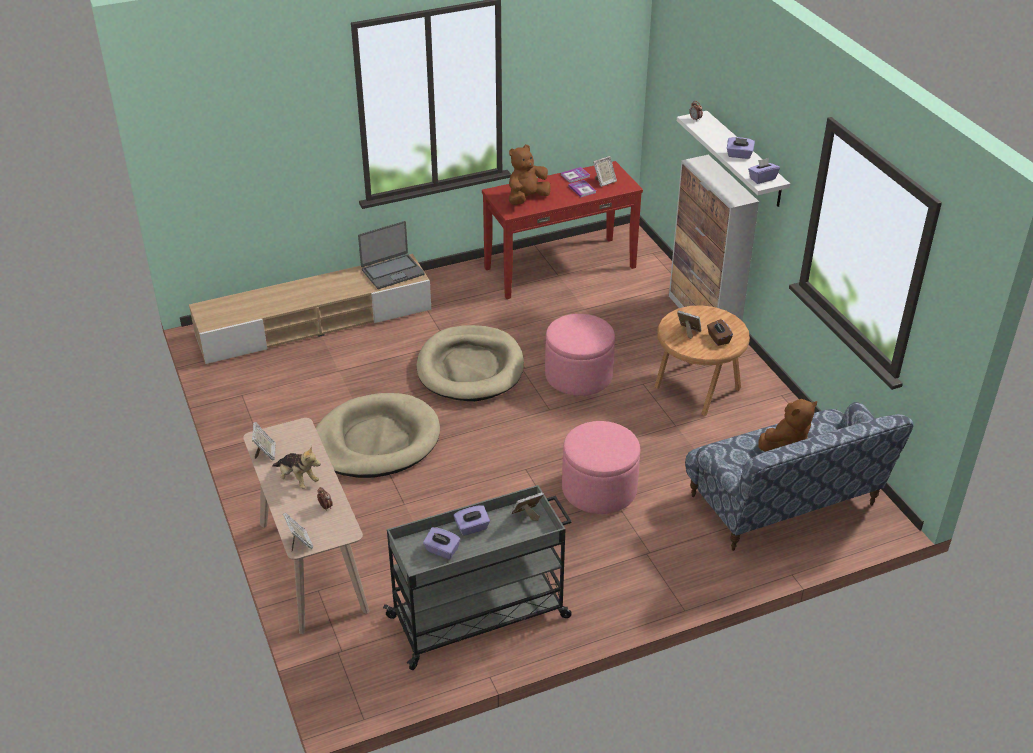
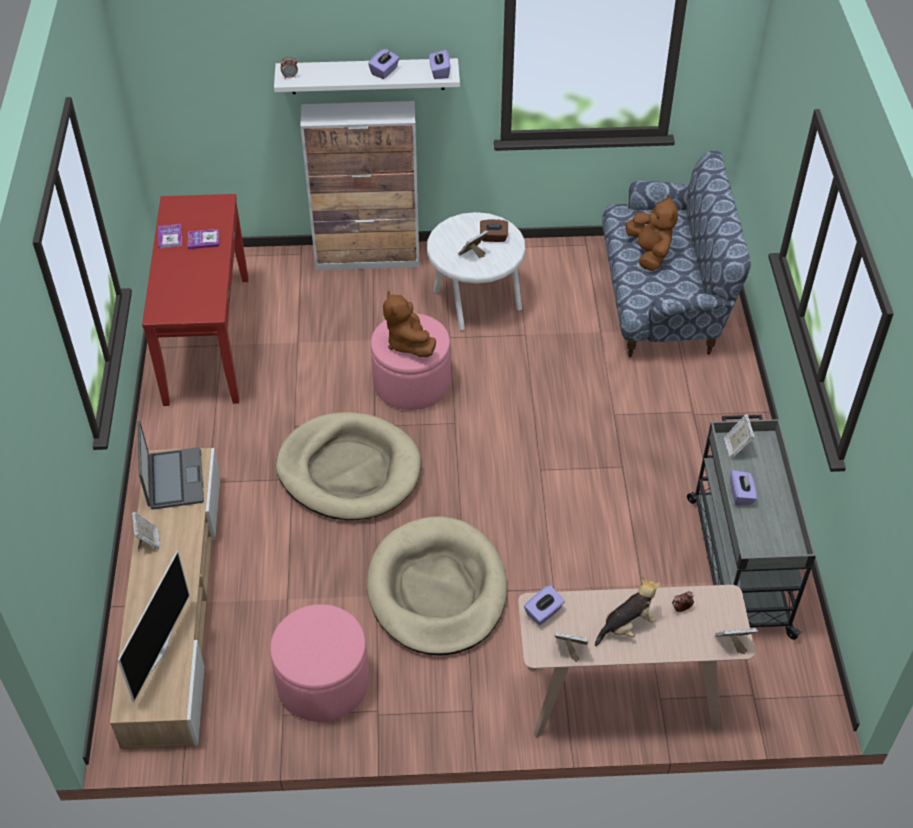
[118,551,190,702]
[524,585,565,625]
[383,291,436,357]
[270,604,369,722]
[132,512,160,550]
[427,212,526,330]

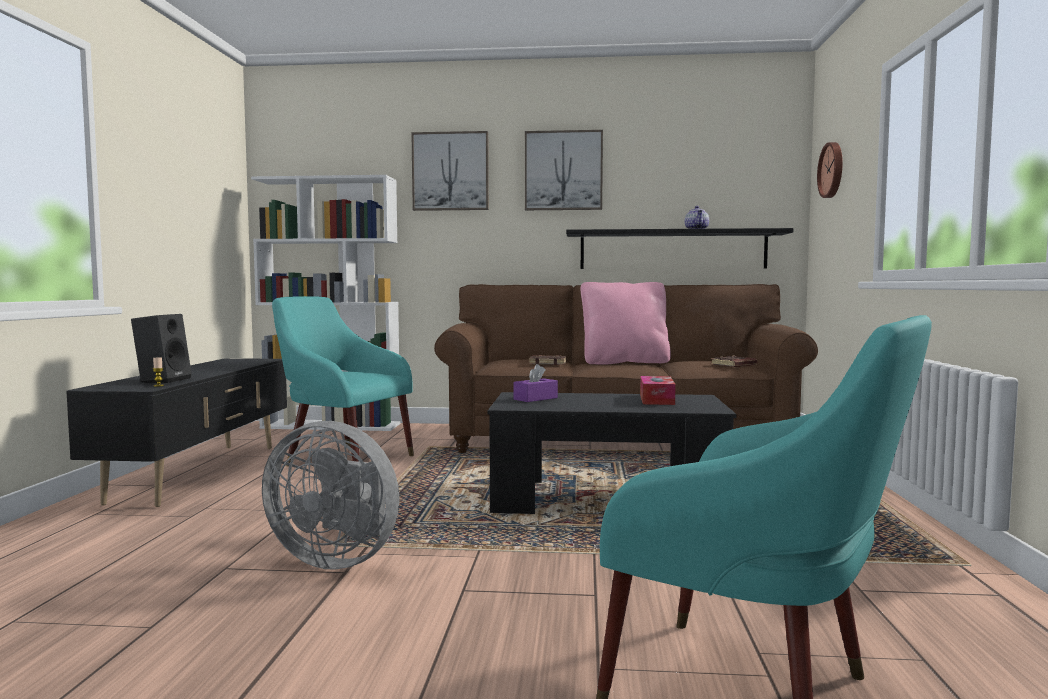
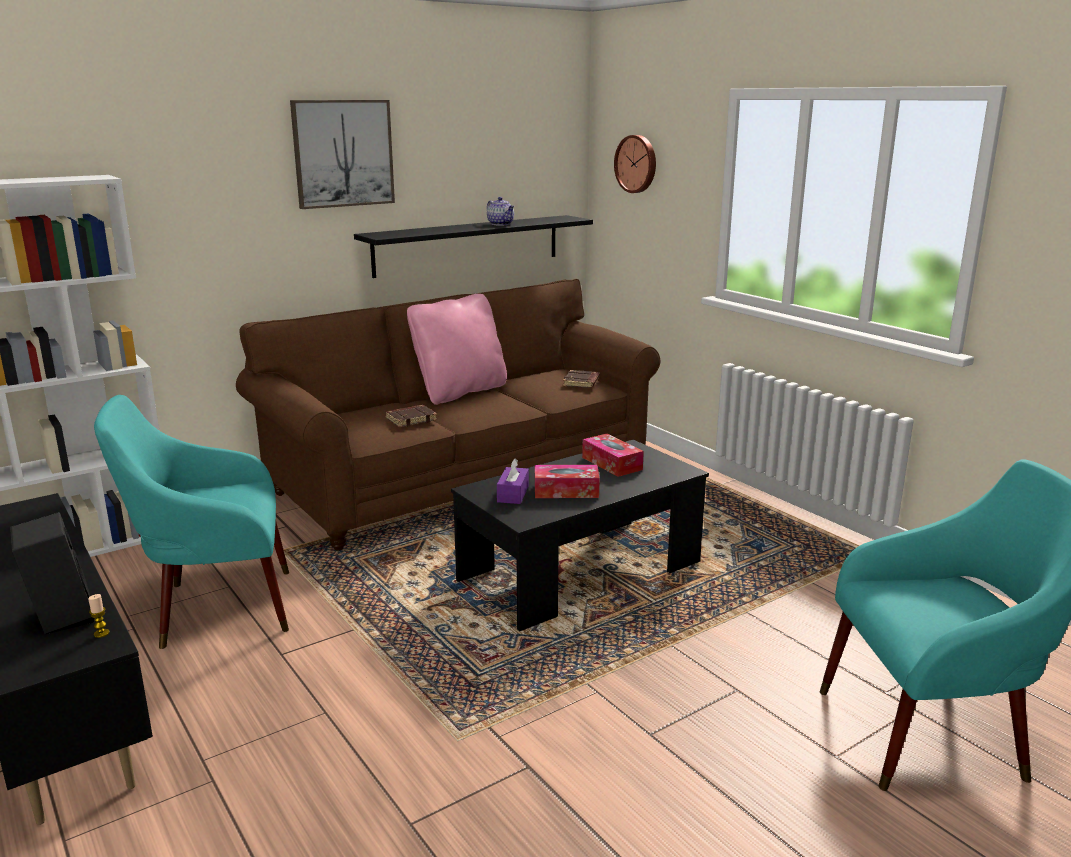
[262,421,399,570] (first image)
[411,131,489,211] (first image)
[535,465,600,498]

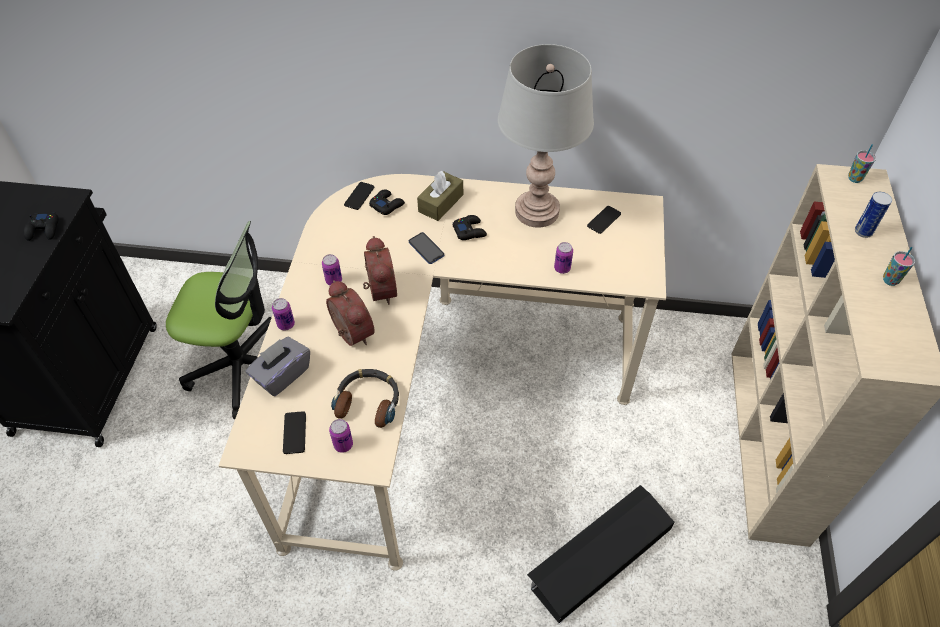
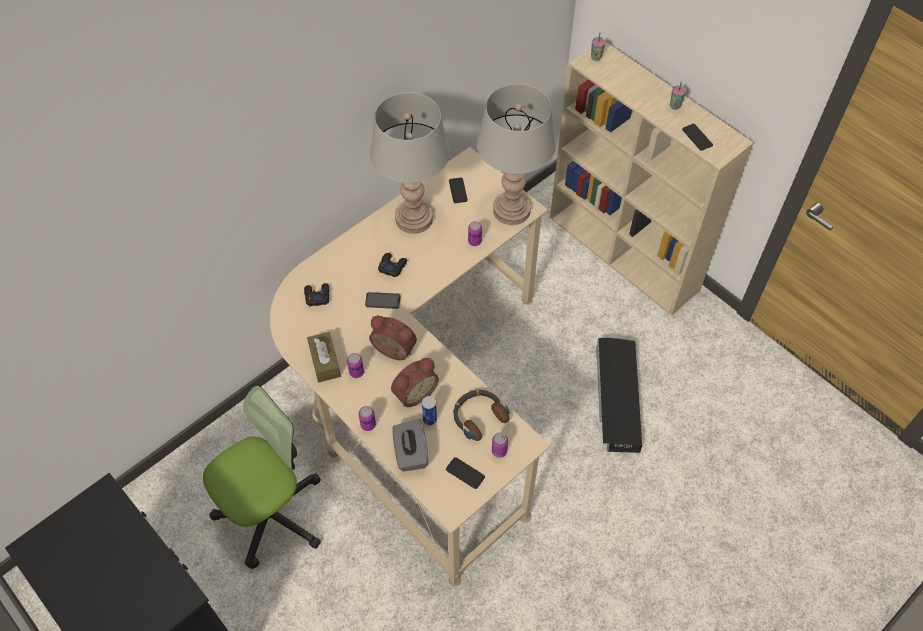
[24,212,59,241] (first image)
[477,84,556,225]
[682,124,713,151]
[307,332,341,383]
[422,396,437,425]
[391,358,439,407]

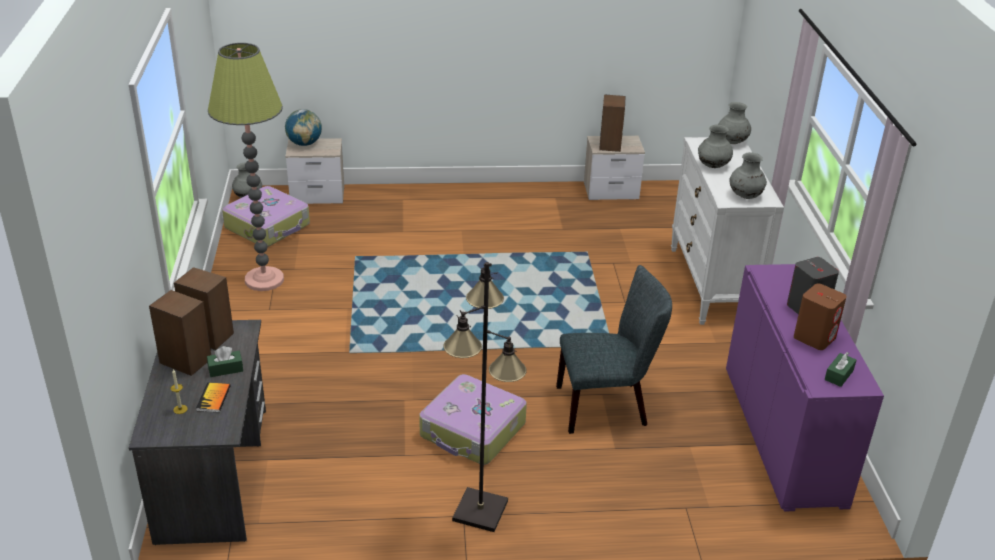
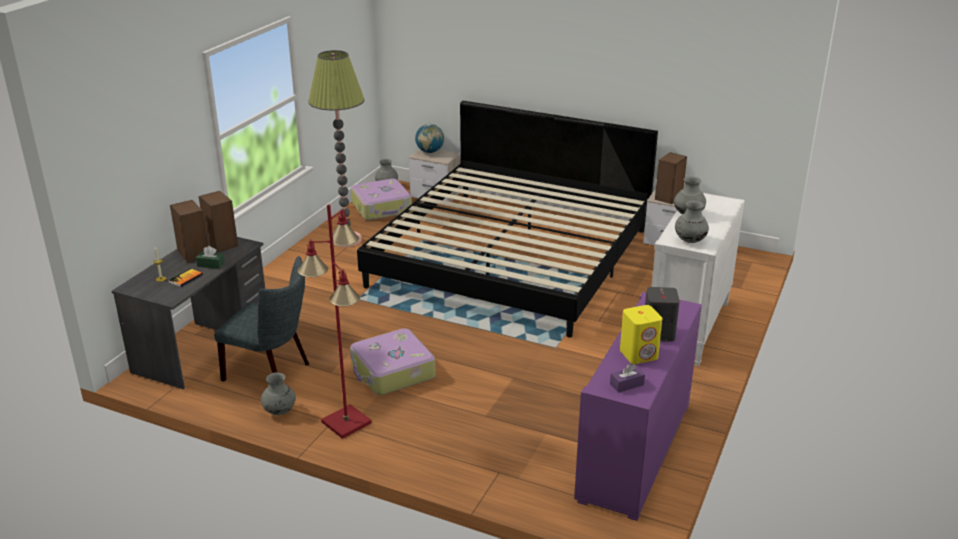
[357,101,658,338]
[214,256,309,382]
[261,373,296,415]
[298,204,372,439]
[620,305,662,364]
[610,364,645,393]

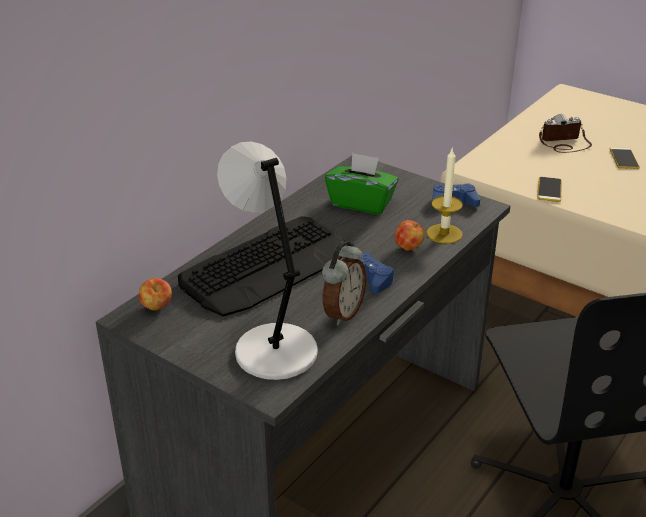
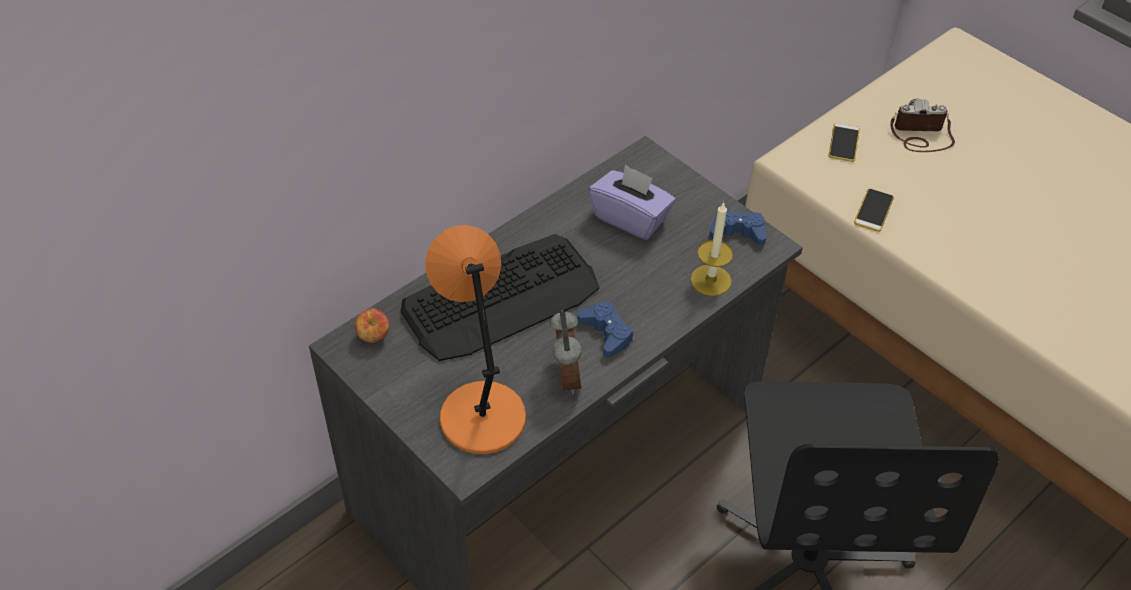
[395,220,425,250] (first image)
[829,123,860,162]
[425,225,526,454]
[589,164,675,240]
[550,310,582,394]

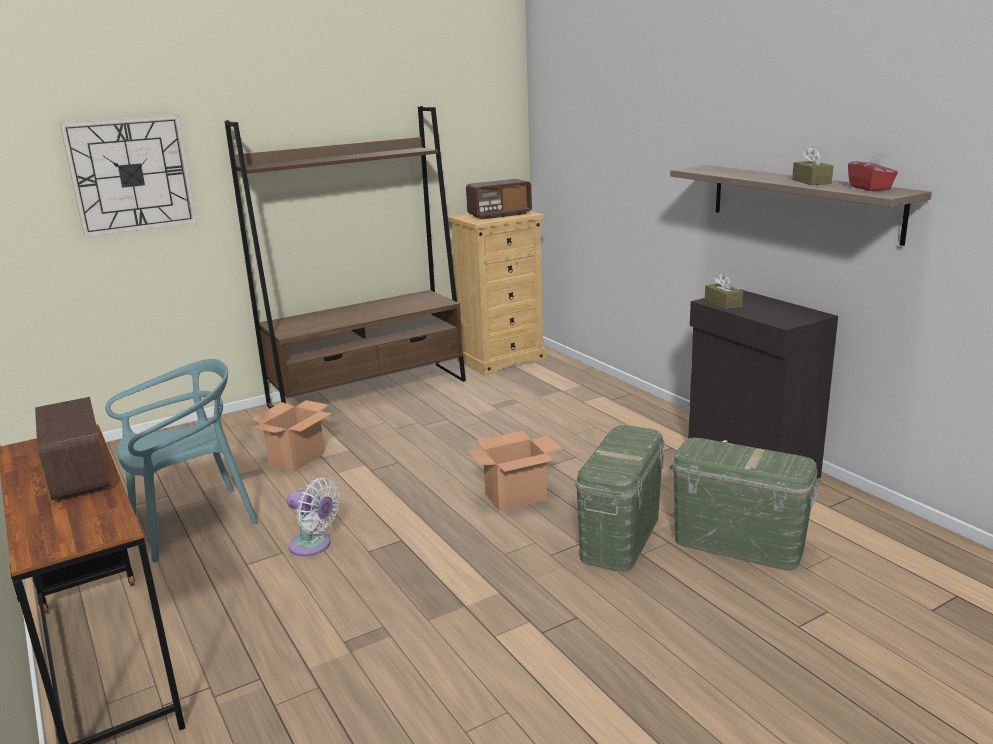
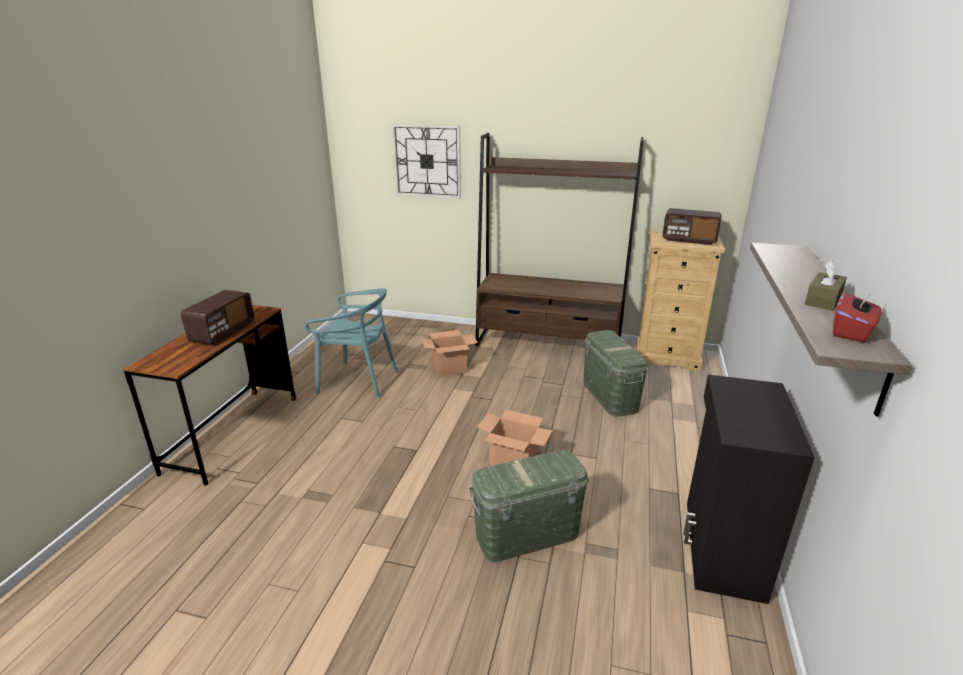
[287,478,340,556] (first image)
[705,273,743,310] (first image)
[583,330,648,417]

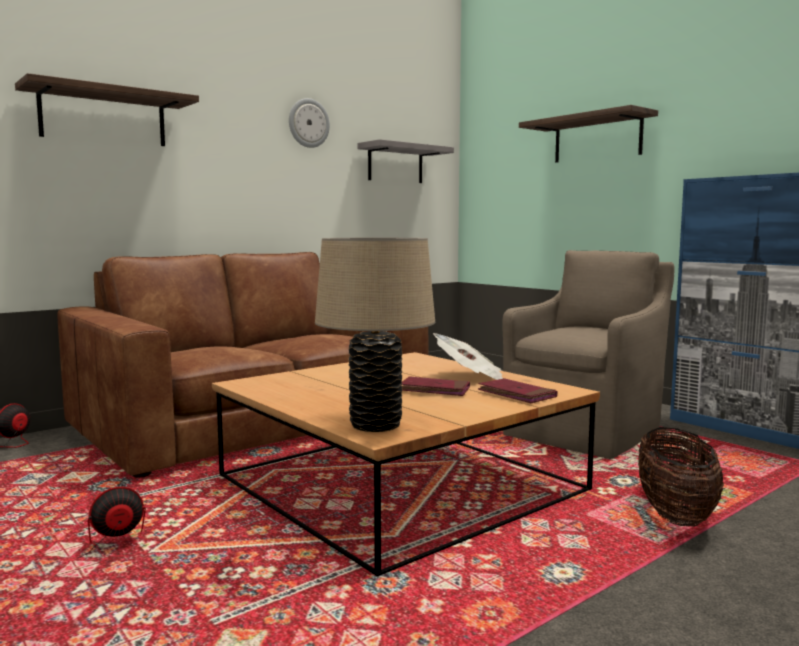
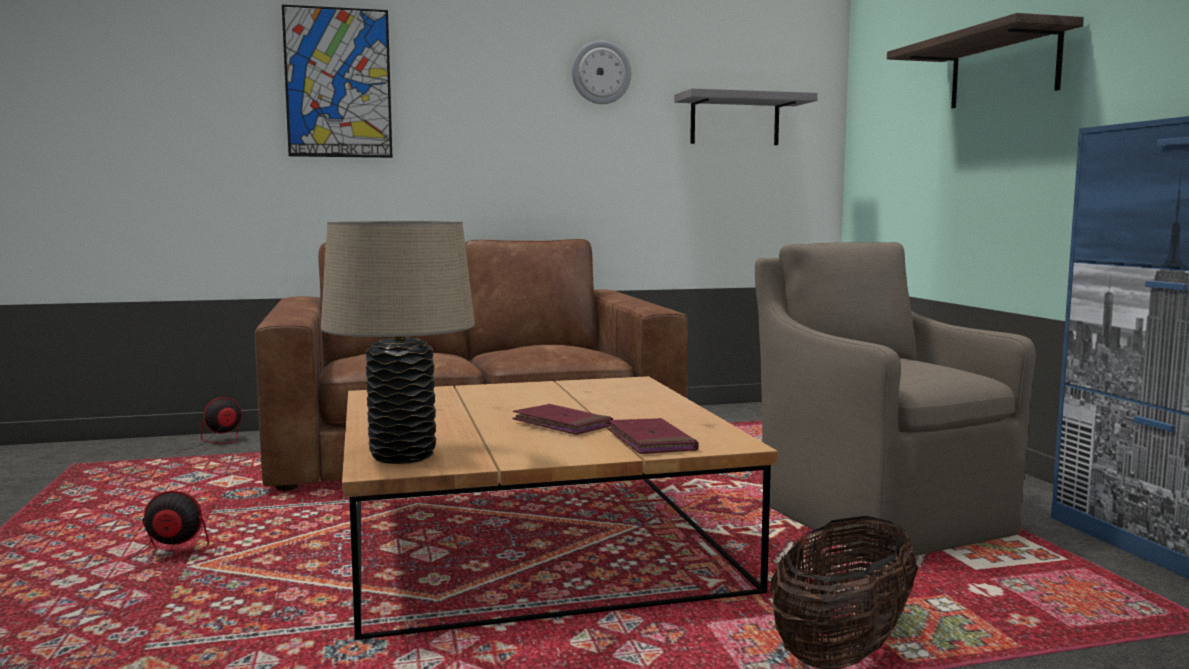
[433,333,503,380] (first image)
[282,4,392,158]
[755,242,1036,556]

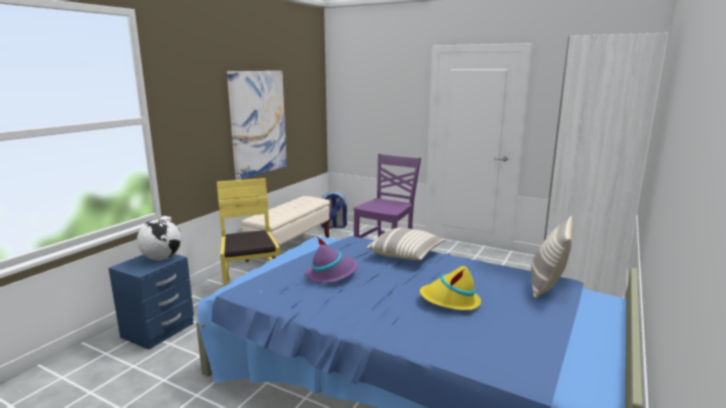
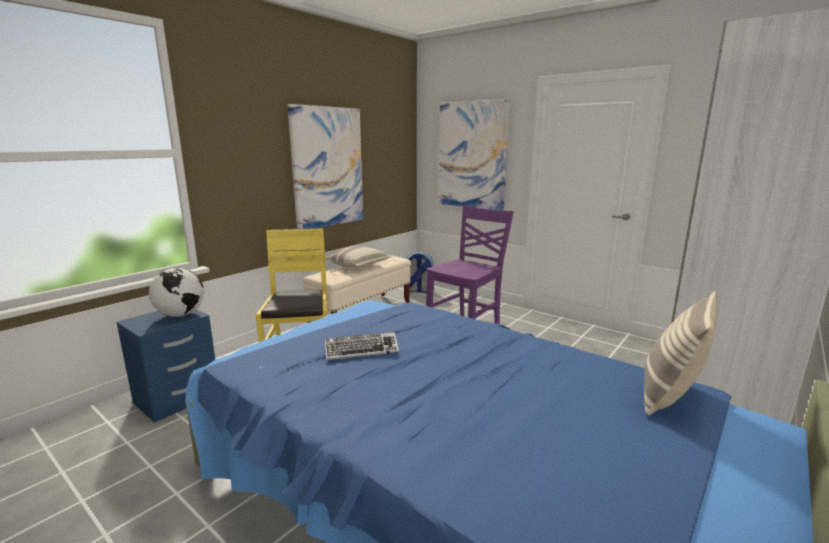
[420,266,481,310] (first image)
[439,99,510,211]
[326,246,391,268]
[325,332,399,360]

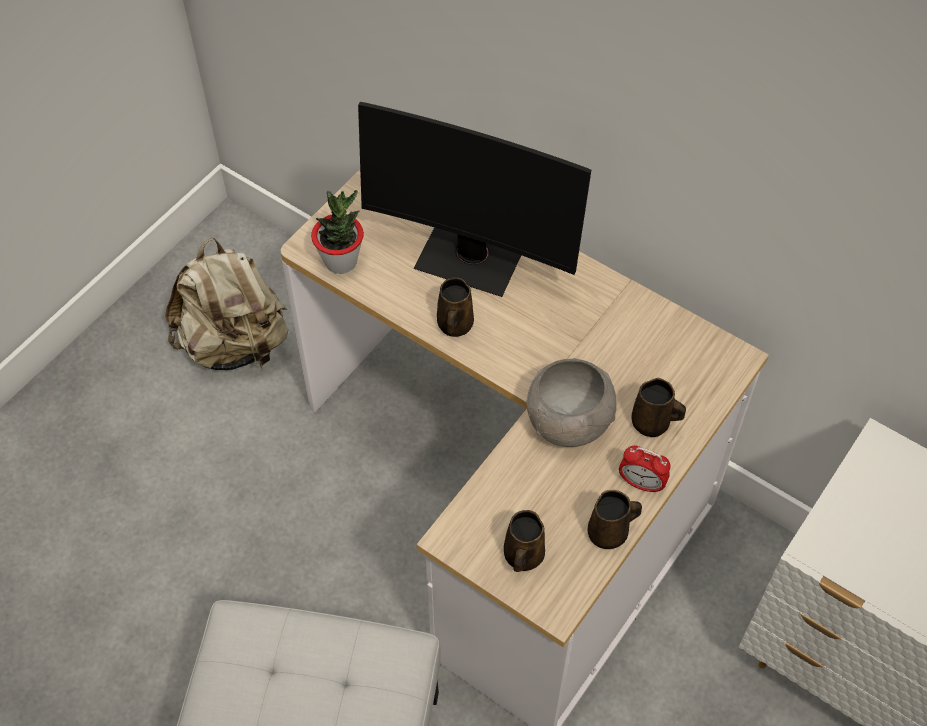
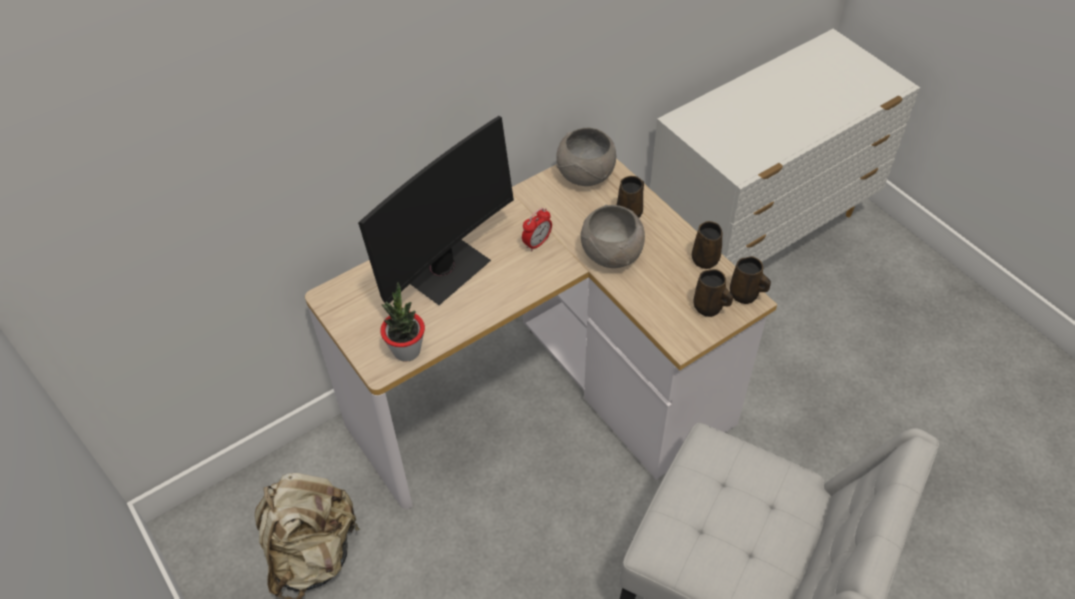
[556,128,616,186]
[730,256,771,304]
[522,208,552,251]

